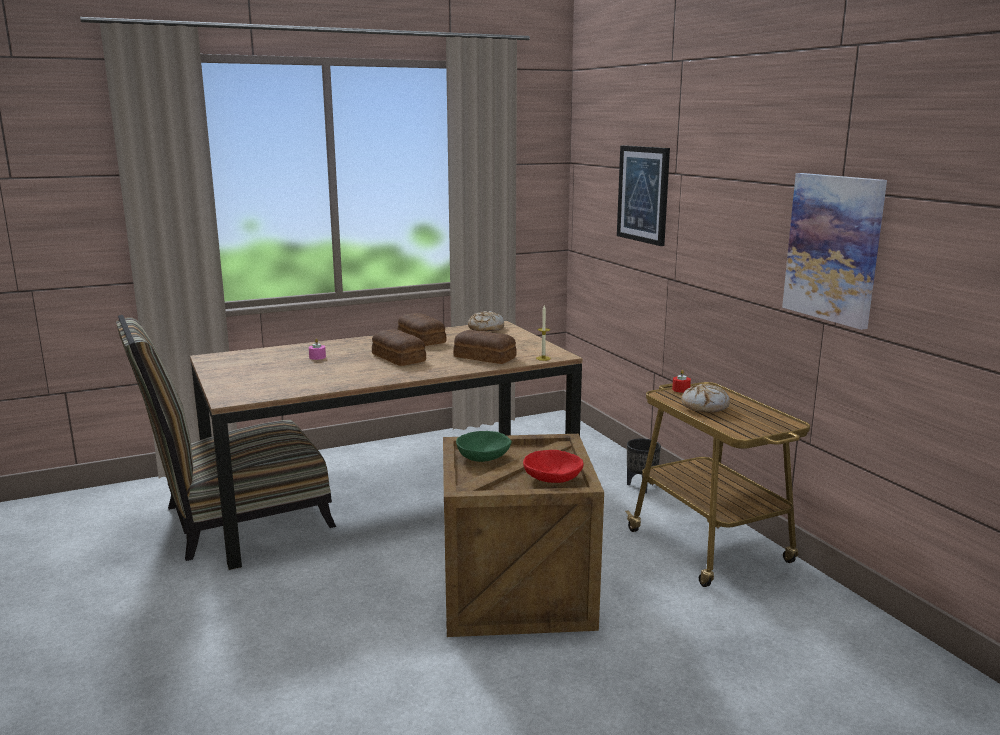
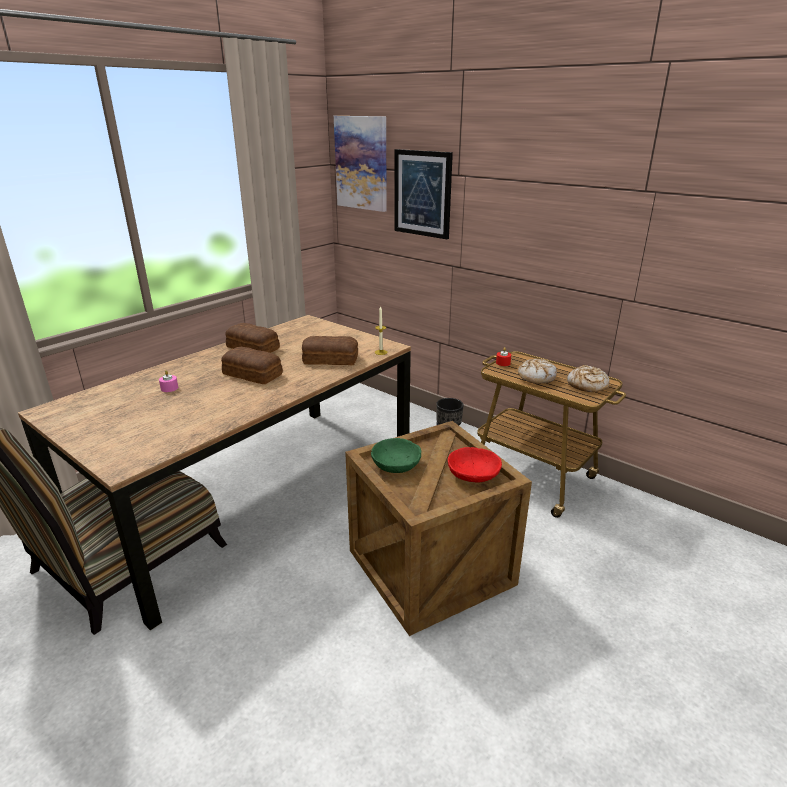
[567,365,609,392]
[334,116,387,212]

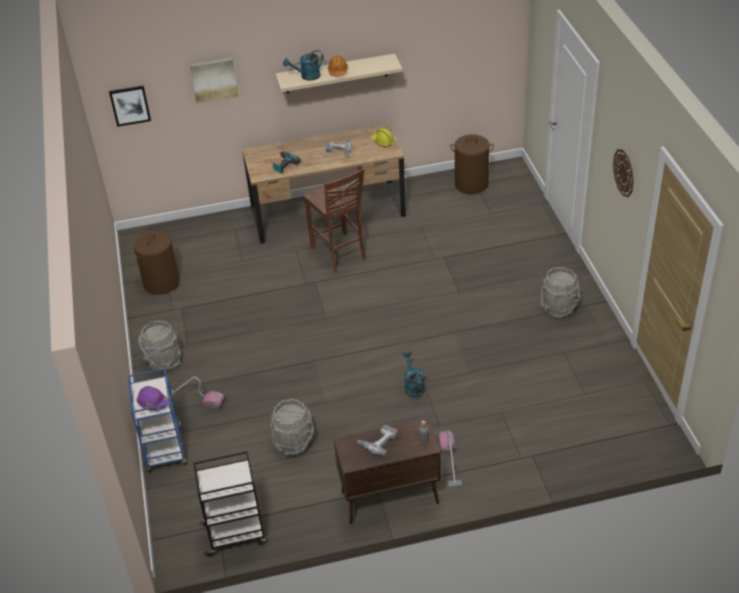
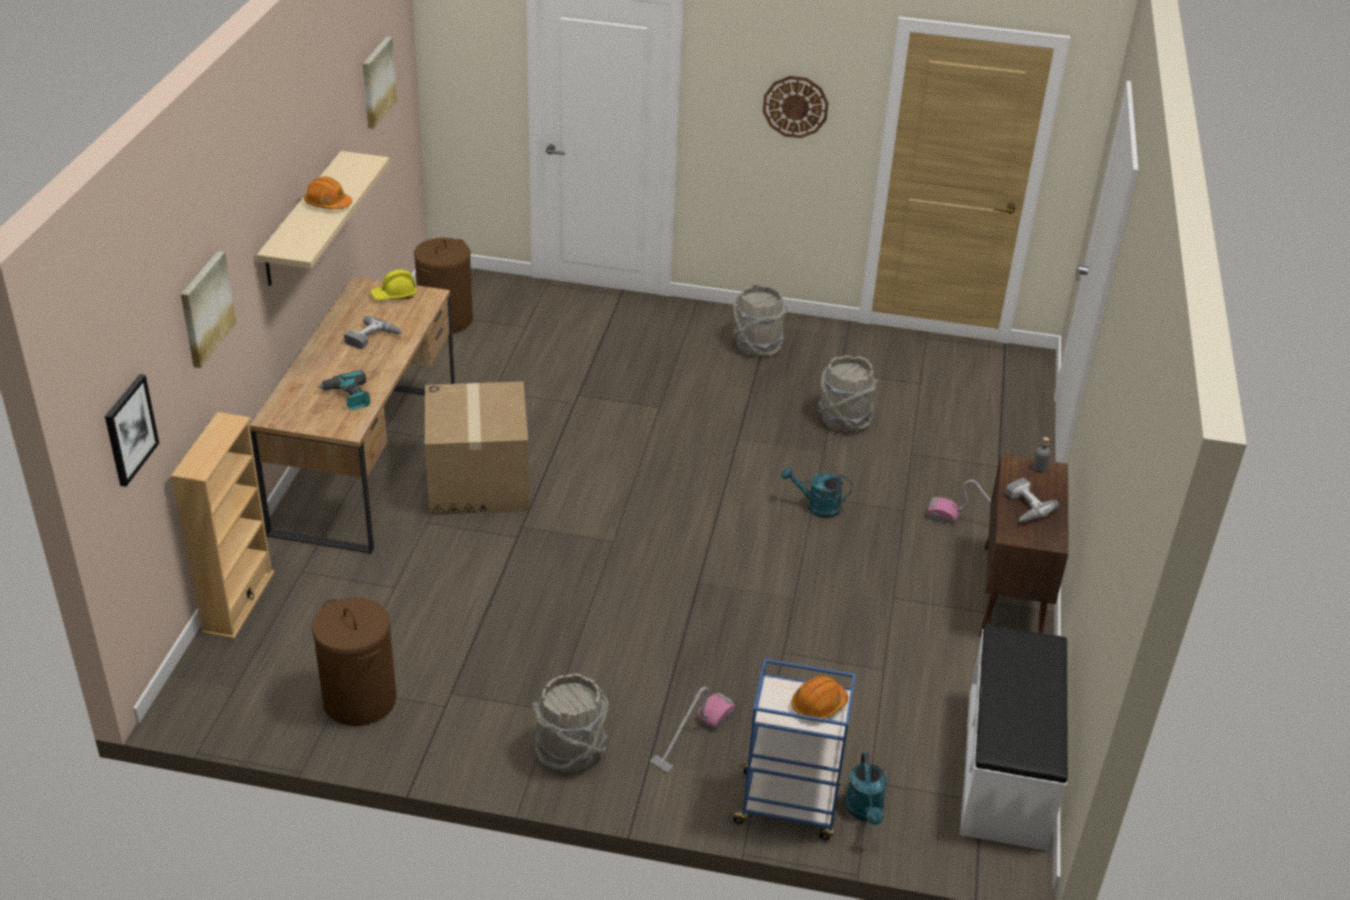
[171,412,274,639]
[363,37,397,129]
[818,355,879,432]
[845,752,887,825]
[960,624,1068,851]
[425,381,530,515]
[791,676,848,719]

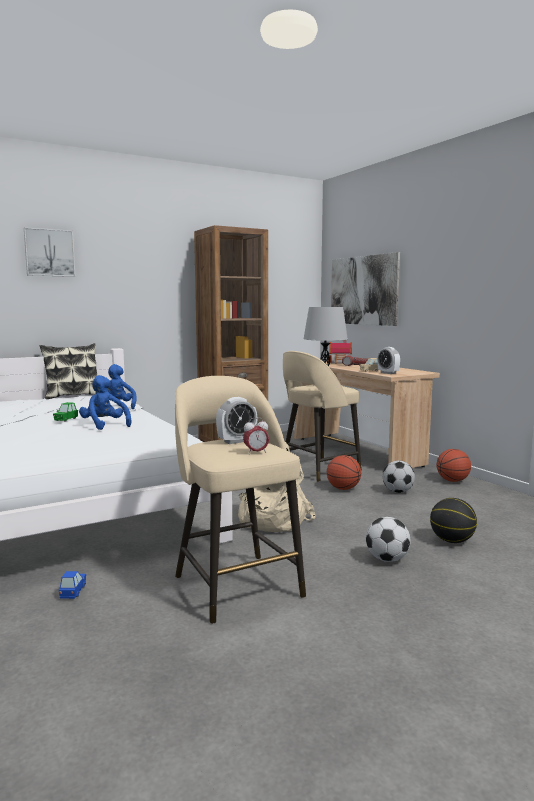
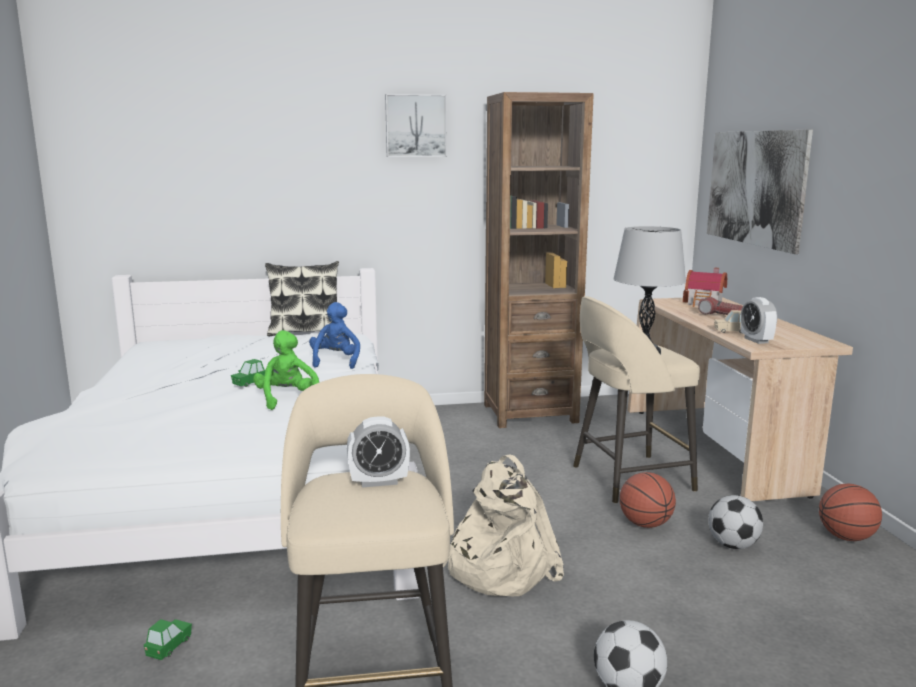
[243,418,269,453] (first image)
[430,498,477,543] (first image)
[385,94,447,157]
[144,619,192,660]
[253,330,319,410]

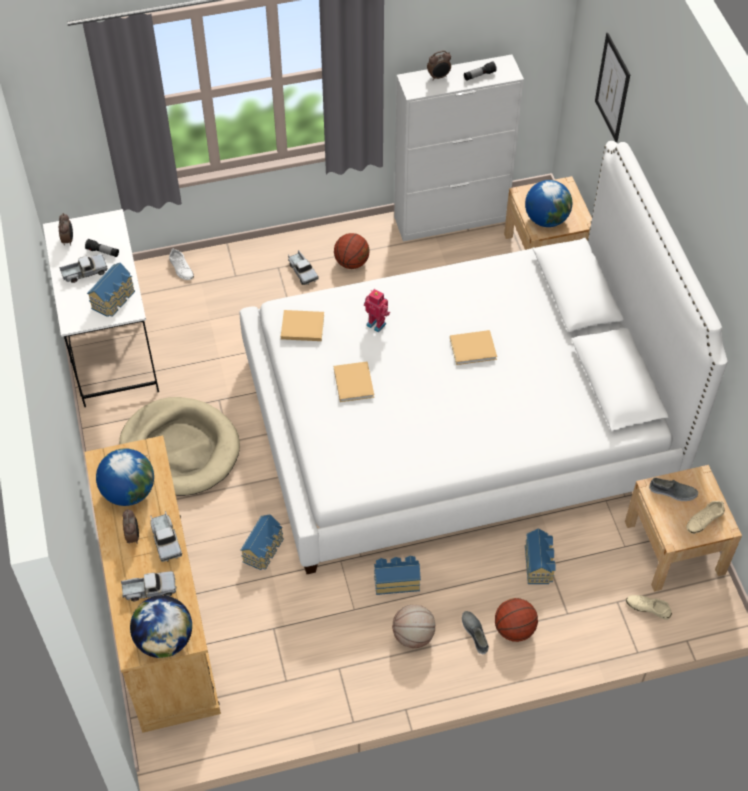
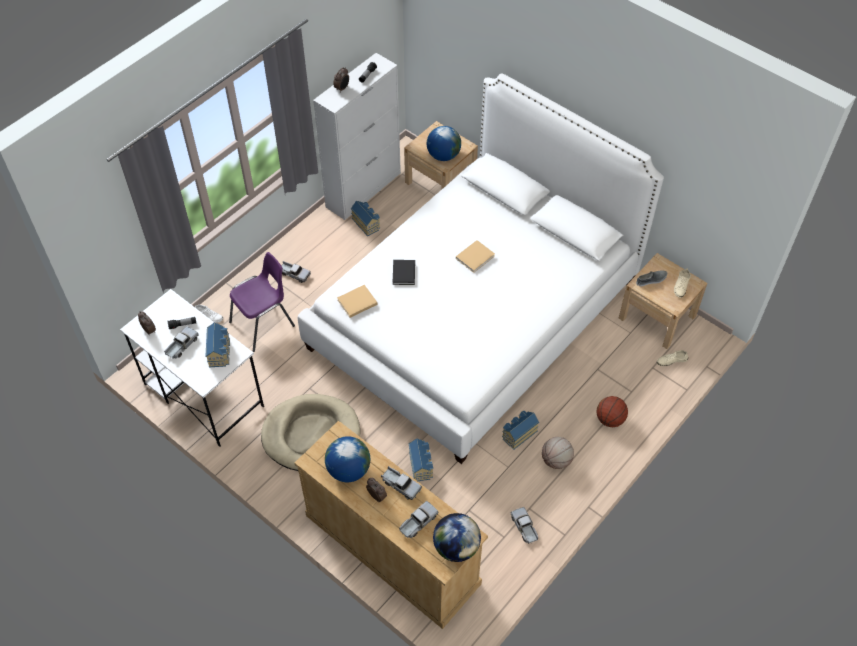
[334,233,370,269] (first image)
[334,361,374,402] (first image)
[462,611,489,655] (first image)
[595,33,630,143] (first image)
[229,252,295,352]
[511,507,539,544]
[351,201,380,236]
[393,260,415,285]

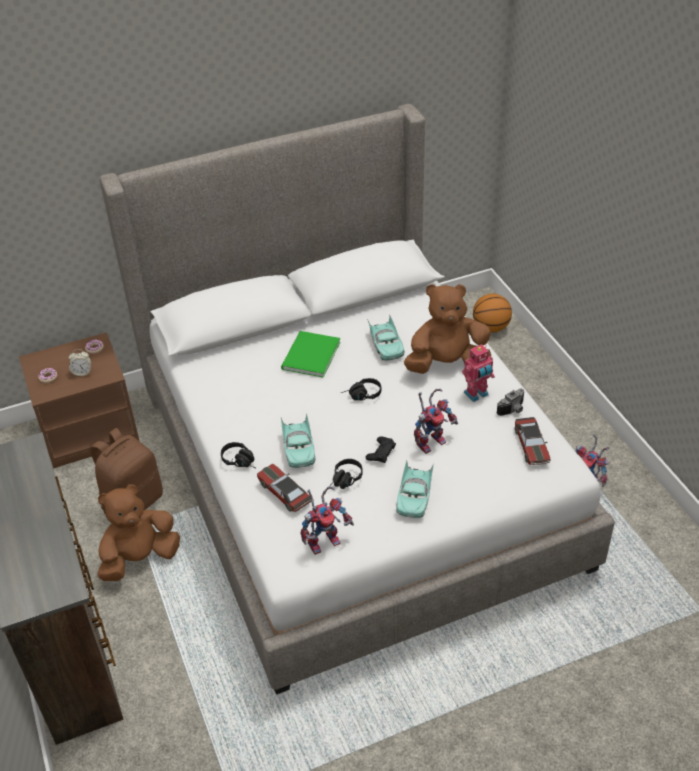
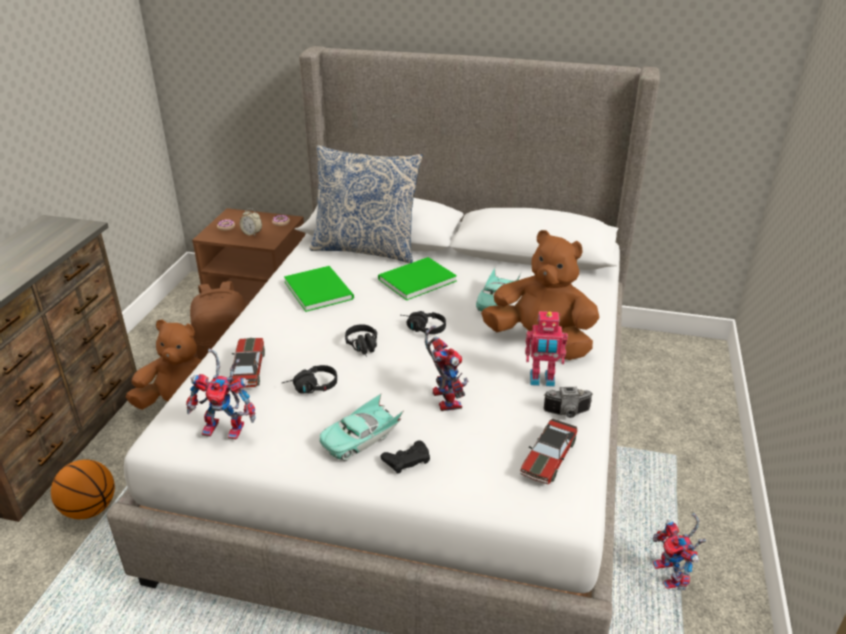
[281,413,315,468] (first image)
[284,266,354,312]
[309,145,423,264]
[345,324,377,357]
[381,441,430,473]
[51,460,115,519]
[425,325,468,411]

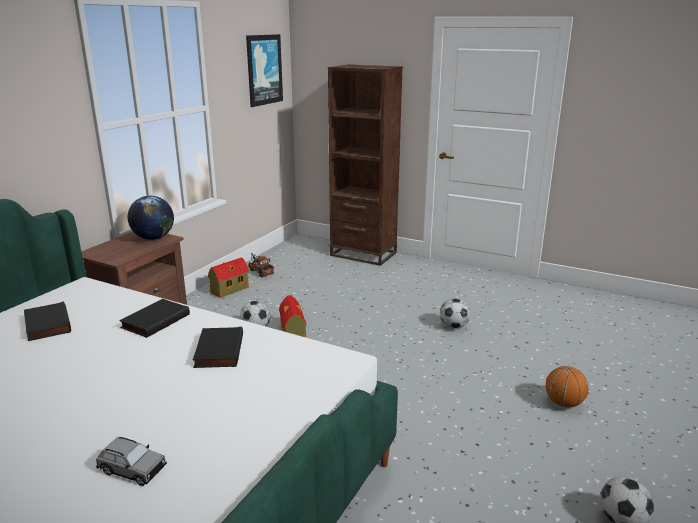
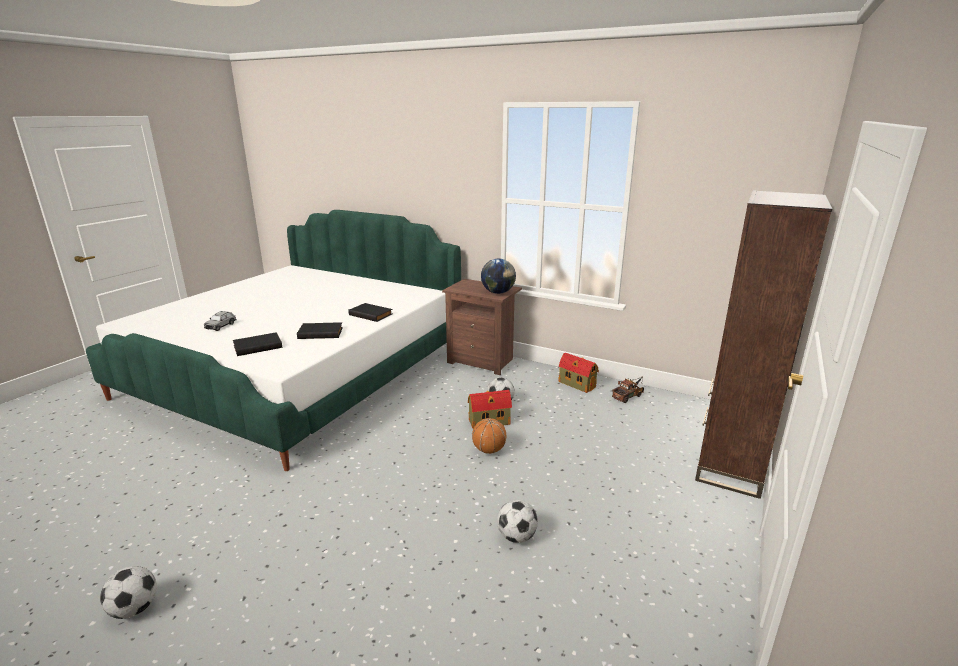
[246,34,283,107] (first image)
[233,332,282,356]
[472,418,506,454]

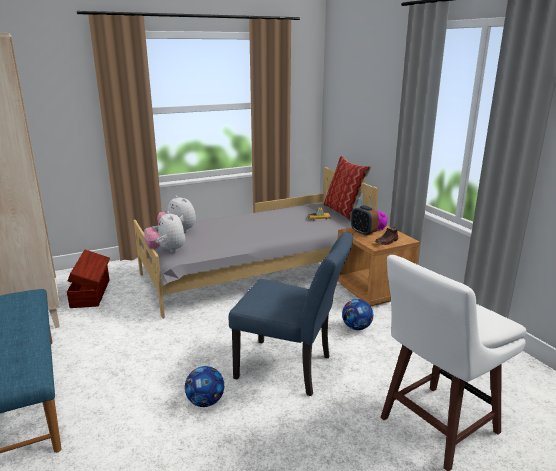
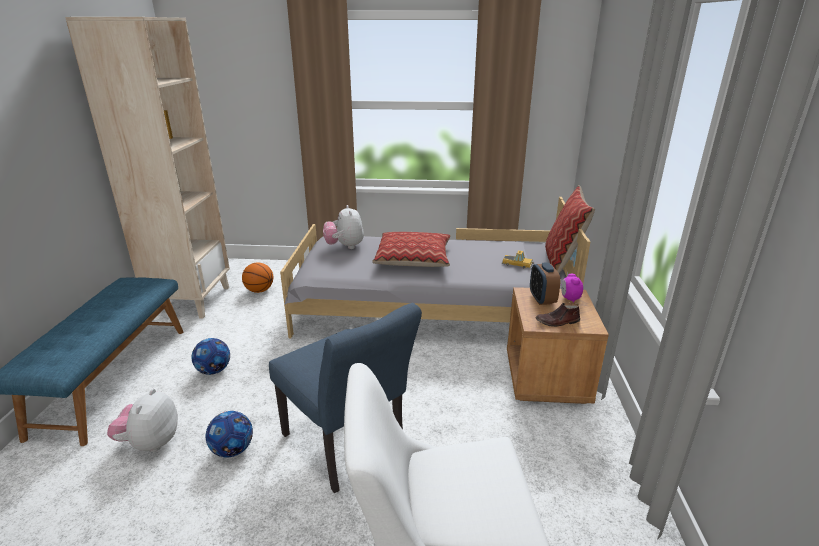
[372,232,451,267]
[107,389,178,452]
[191,338,230,375]
[242,262,273,293]

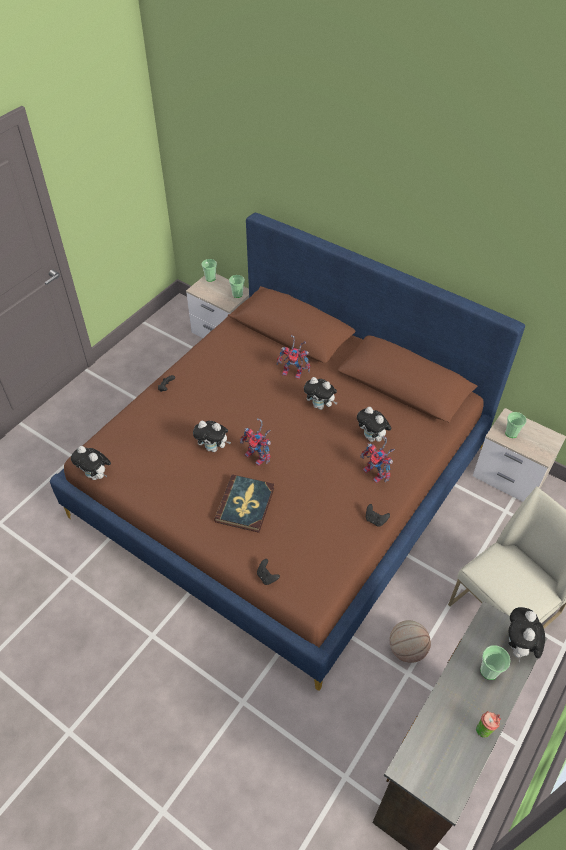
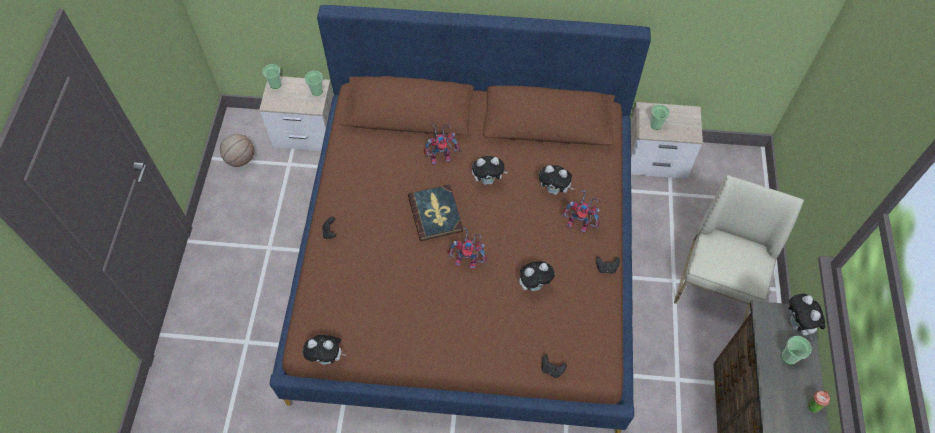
[519,261,556,291]
[408,184,463,241]
[220,134,254,167]

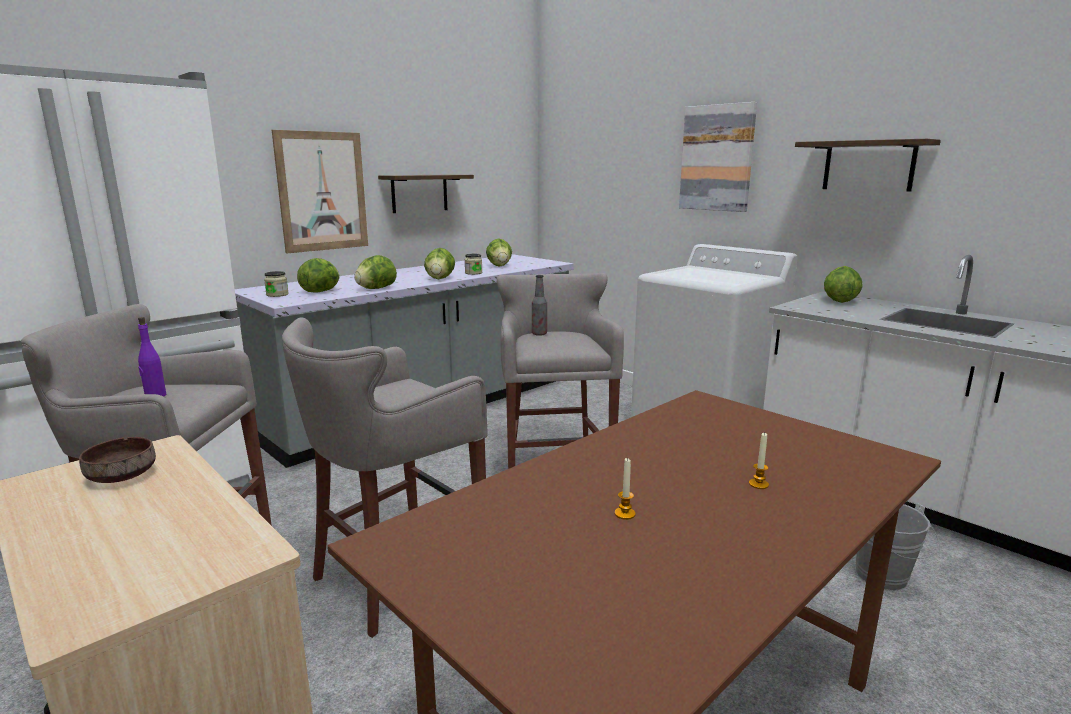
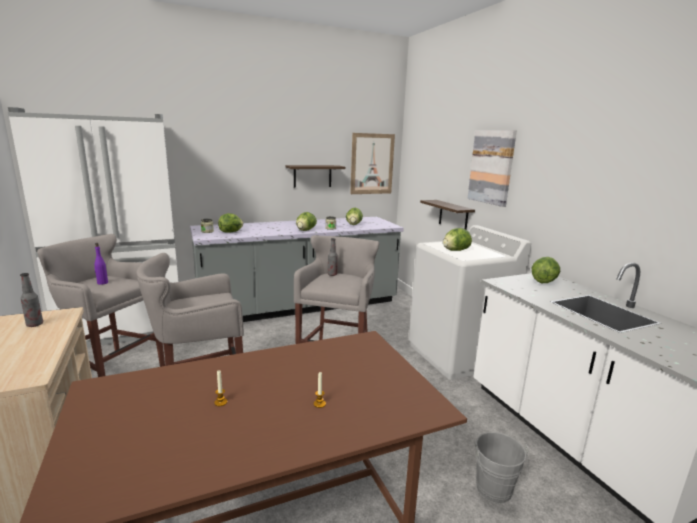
[350,133,395,194]
[443,228,472,251]
[420,200,475,230]
[20,273,43,327]

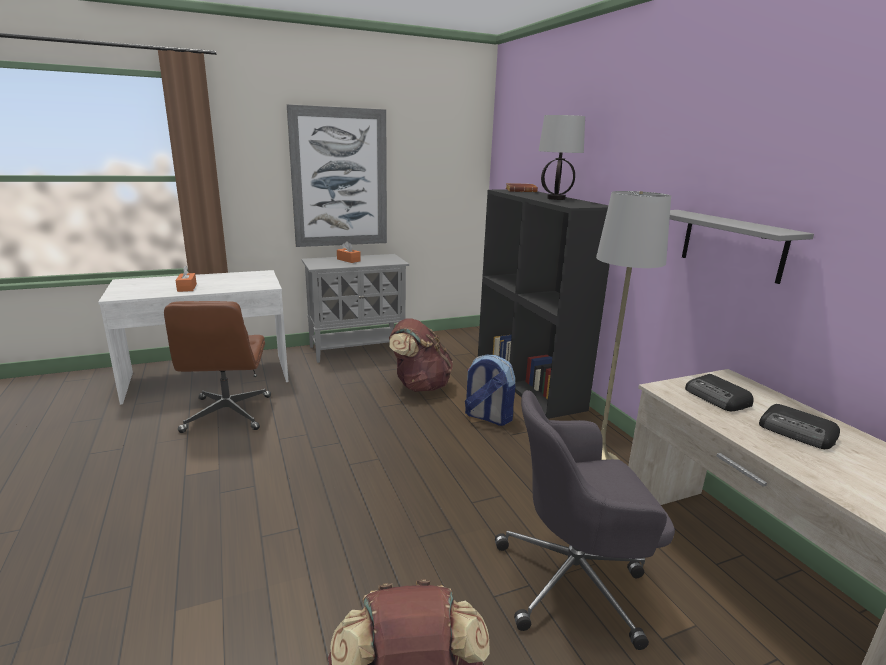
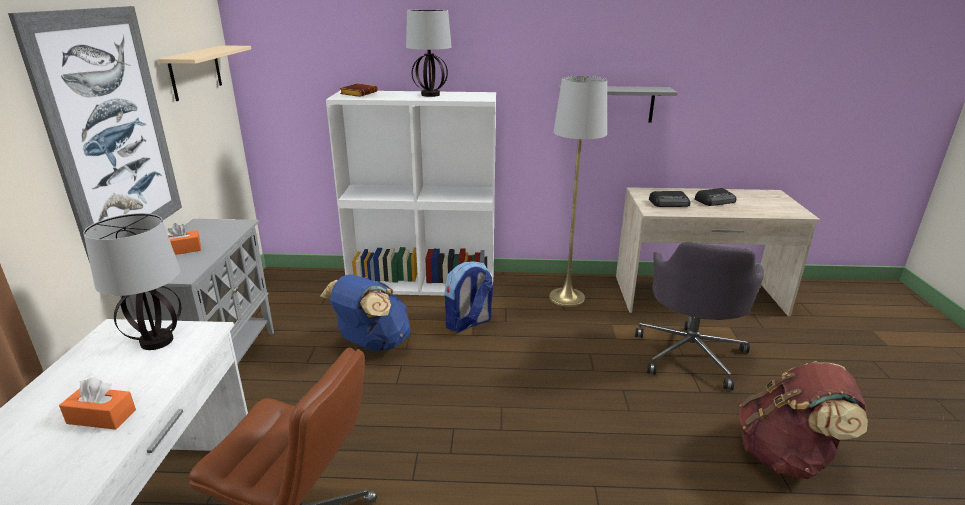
[83,213,181,350]
[157,45,251,101]
[321,274,411,352]
[326,90,496,296]

